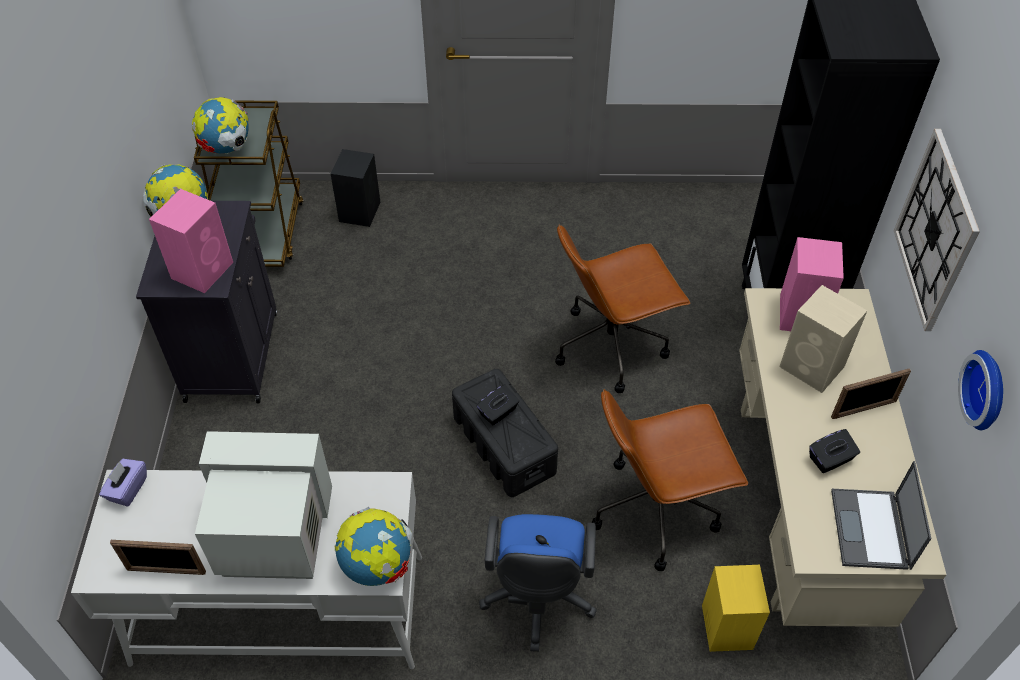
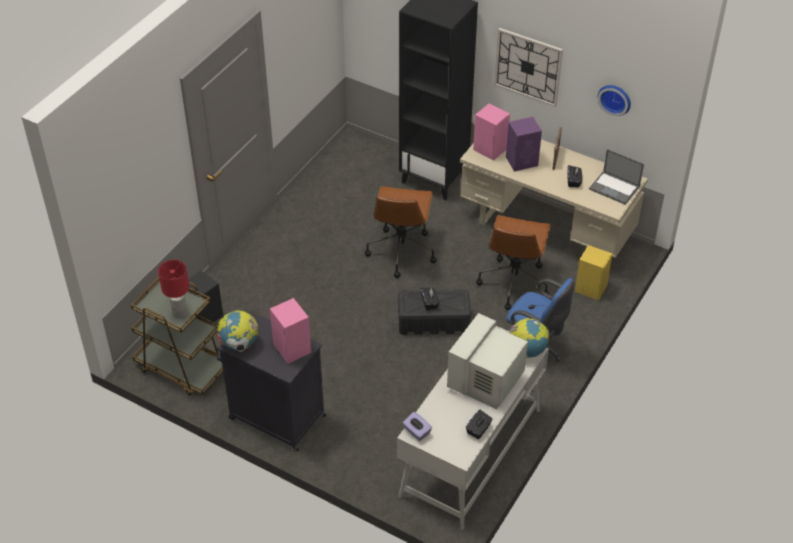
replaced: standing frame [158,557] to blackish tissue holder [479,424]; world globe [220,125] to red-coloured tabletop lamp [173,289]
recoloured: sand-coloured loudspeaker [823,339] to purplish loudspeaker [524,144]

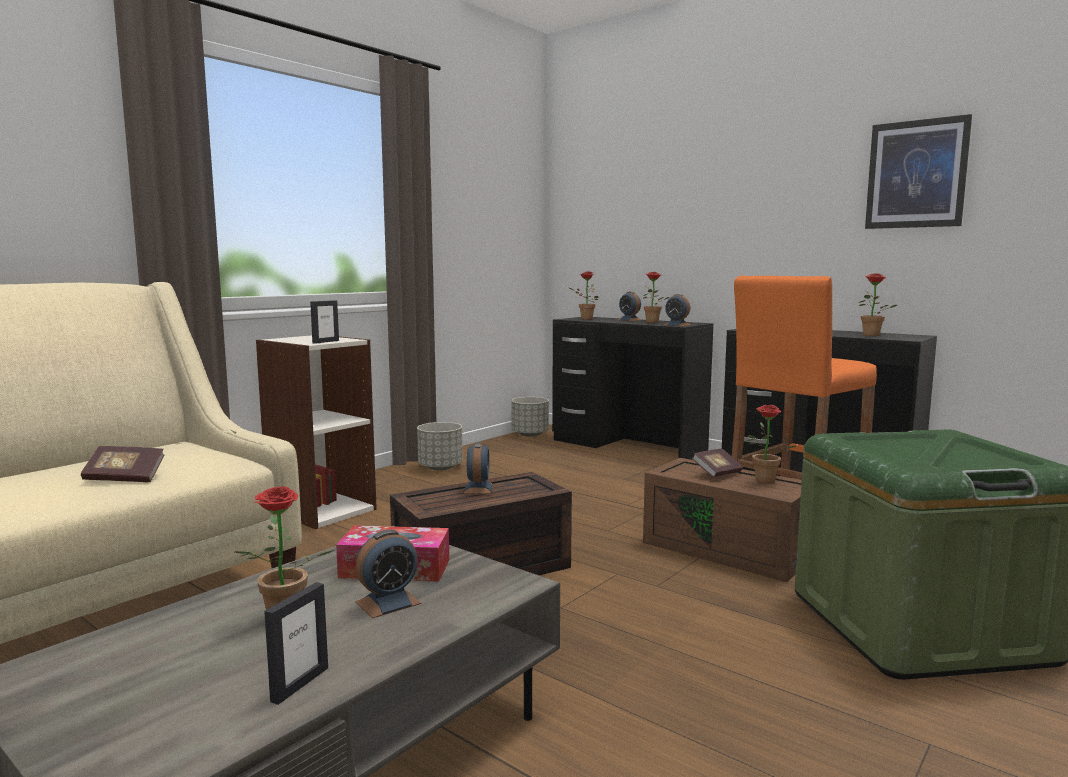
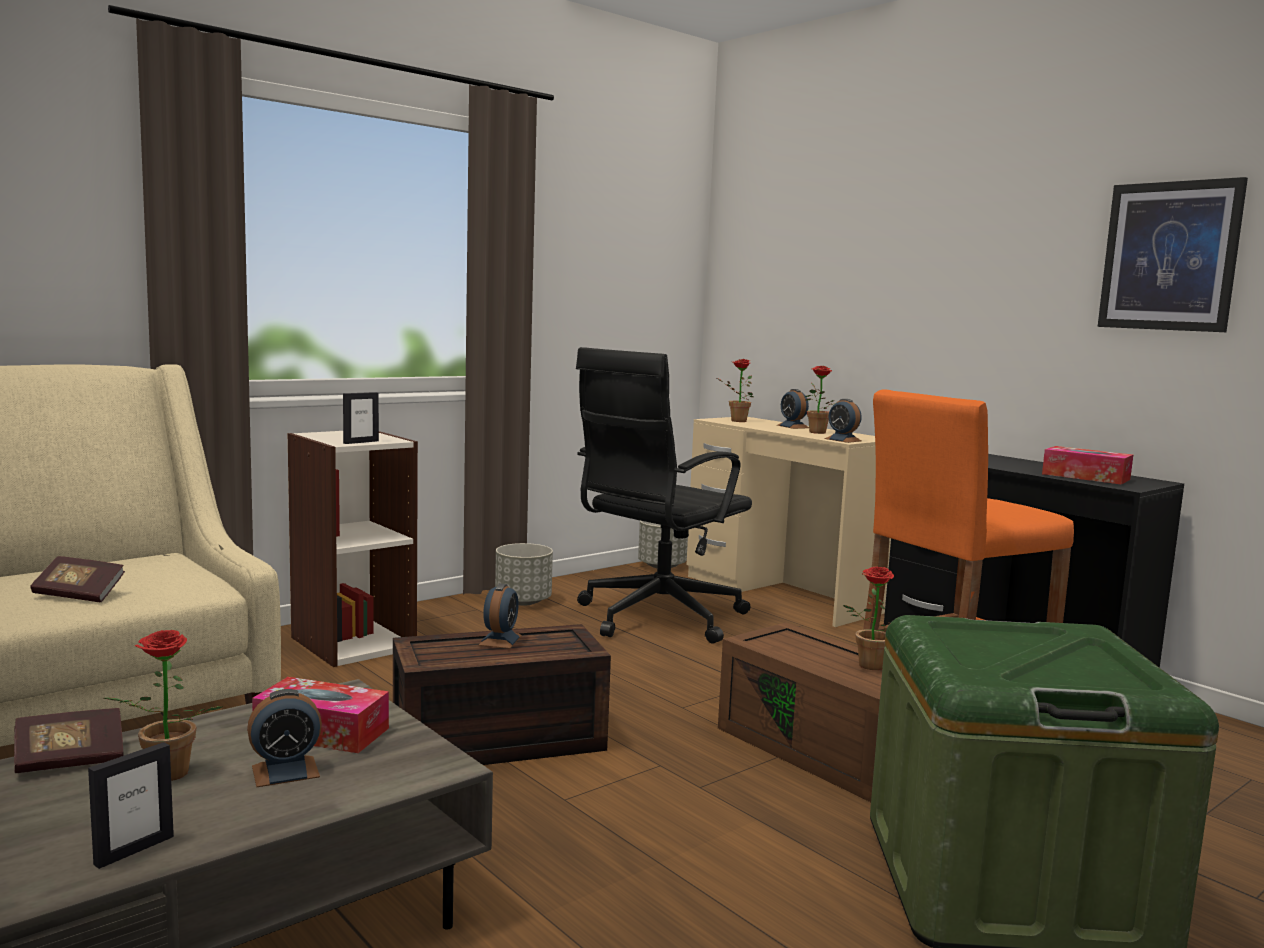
added: blackish desk chair [664,495]
moved: book [717,462] to [69,740]
replaced: potted plant [878,304] to tissue holder [1087,465]
recoloured: blackish desk [633,388] to sand-coloured desk [789,522]

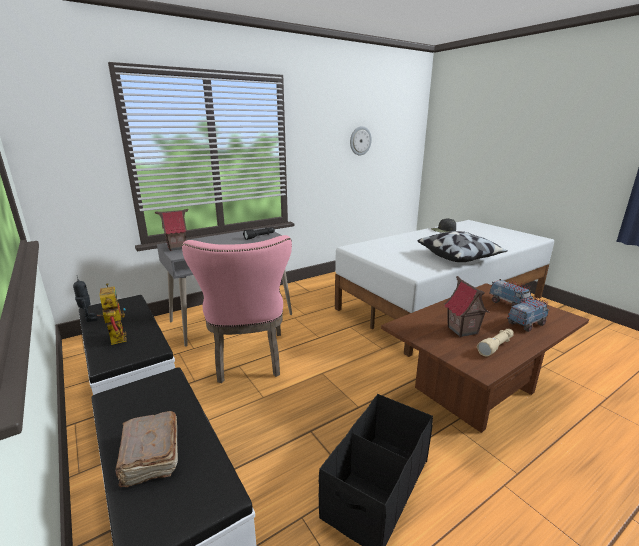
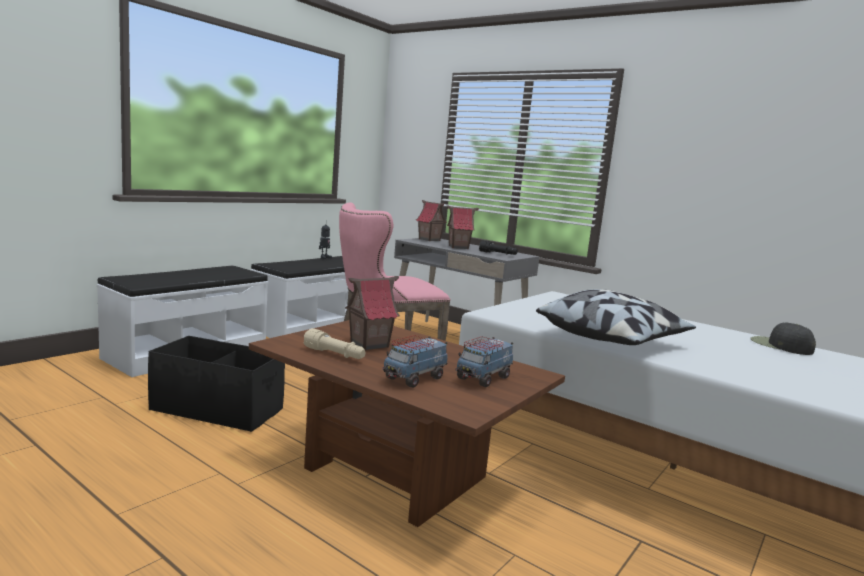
removed: model robot [111,314]; brown-coloured book [147,449]; clock on the wall [361,140]
added: miniature house [462,227]
turned: model truck [528,314] = [415,361] 90 degrees clockwise

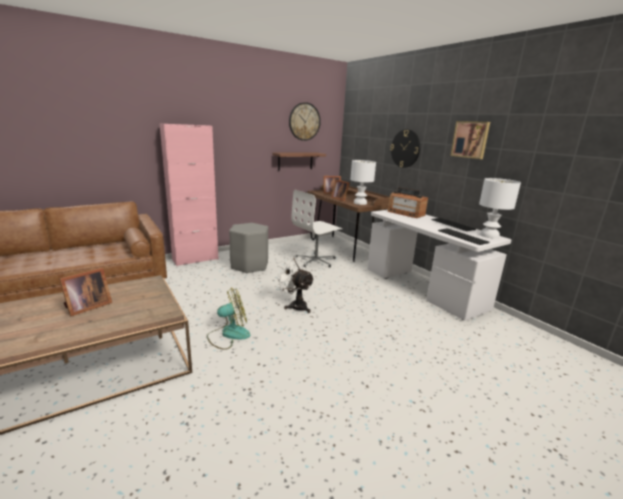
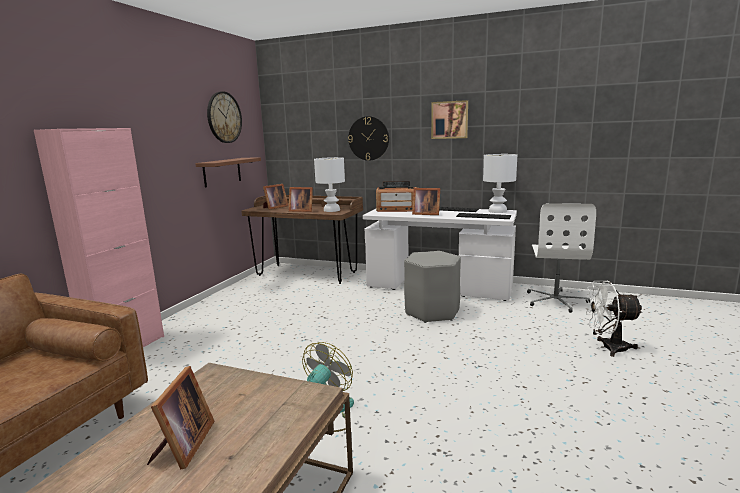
added: standing frame [426,201]
moved: grey sitting stool [248,248] to [432,287]; whitish fan [294,284] to [614,319]; whitish desk chair [317,229] to [561,258]

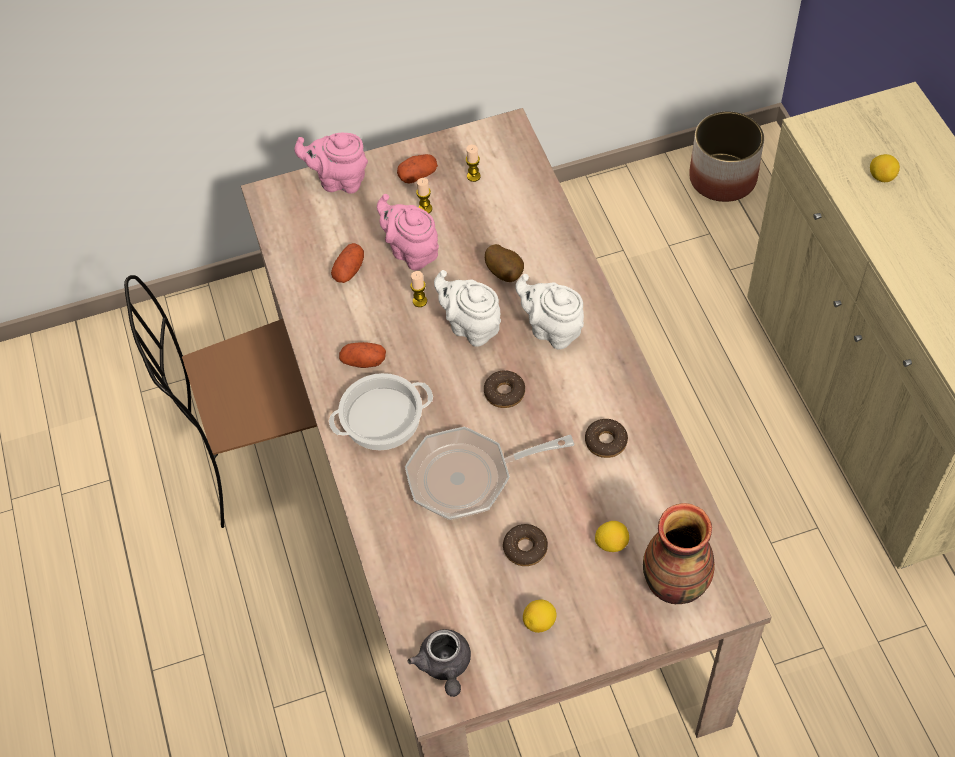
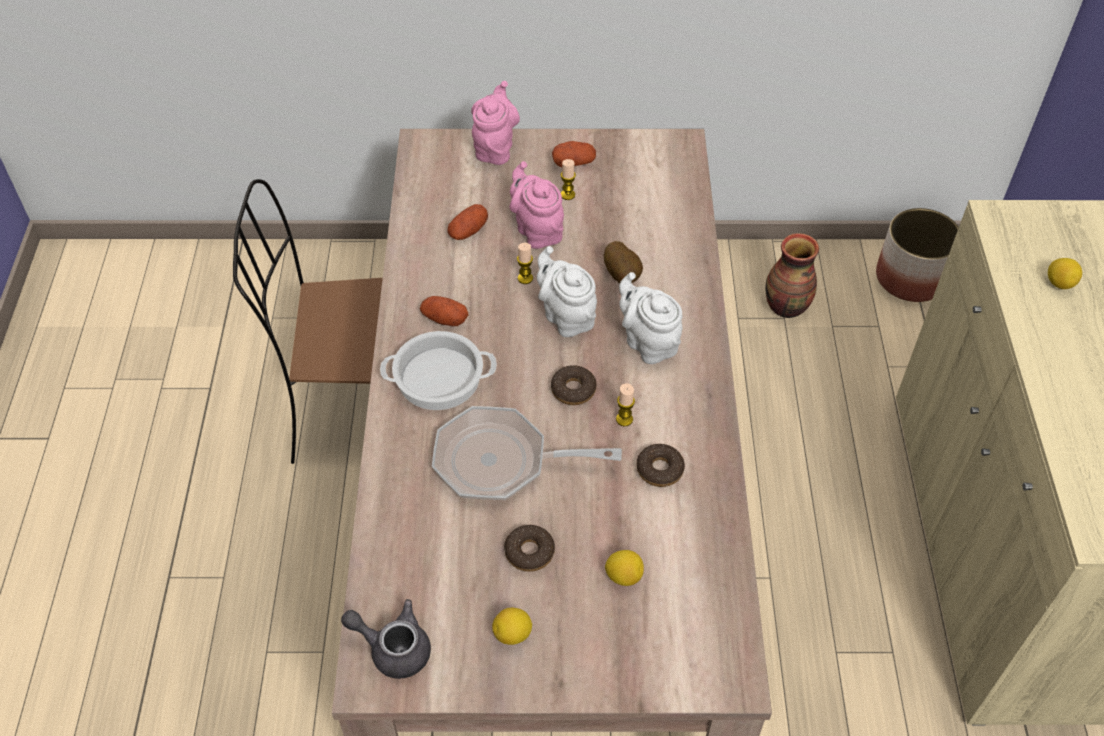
moved: candle [473,163] to [625,404]; vase [679,553] to [792,275]
turned: pink teapot [331,163] = [495,123] 75 degrees clockwise; grey teapot [439,663] = [386,639] 105 degrees clockwise

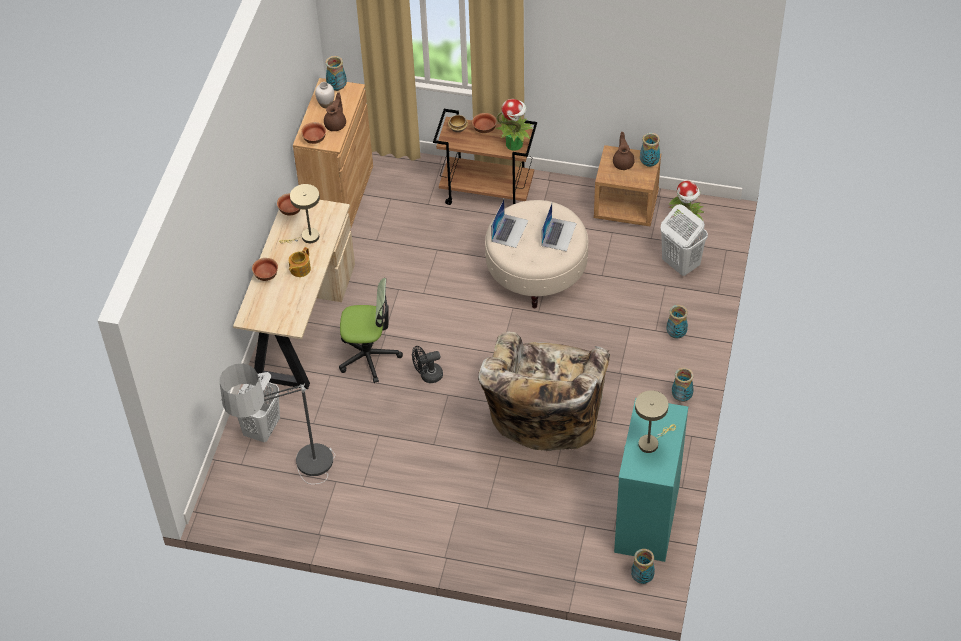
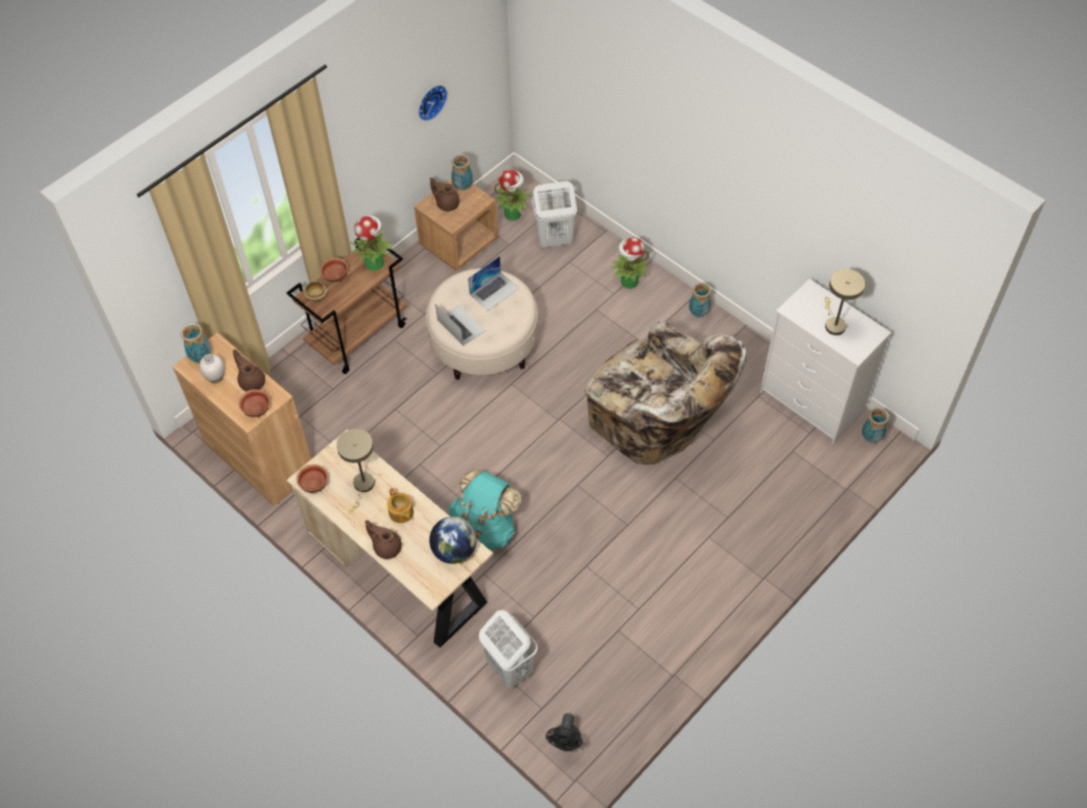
removed: standing lamp [277,424]
added: clock on the wall [432,103]; world globe [453,540]
moved: blackish fan [427,364] to [564,732]
replaced: serving bowl [265,269] to brown-coloured teapot [383,539]; desk chair [371,330] to turquoise rucksack [485,509]; vase [677,322] to potted plant [630,263]
recoloured: turquoise dresser [651,480] to whitish dresser [825,361]
turned: portable computer [559,227] = [493,283] 90 degrees clockwise

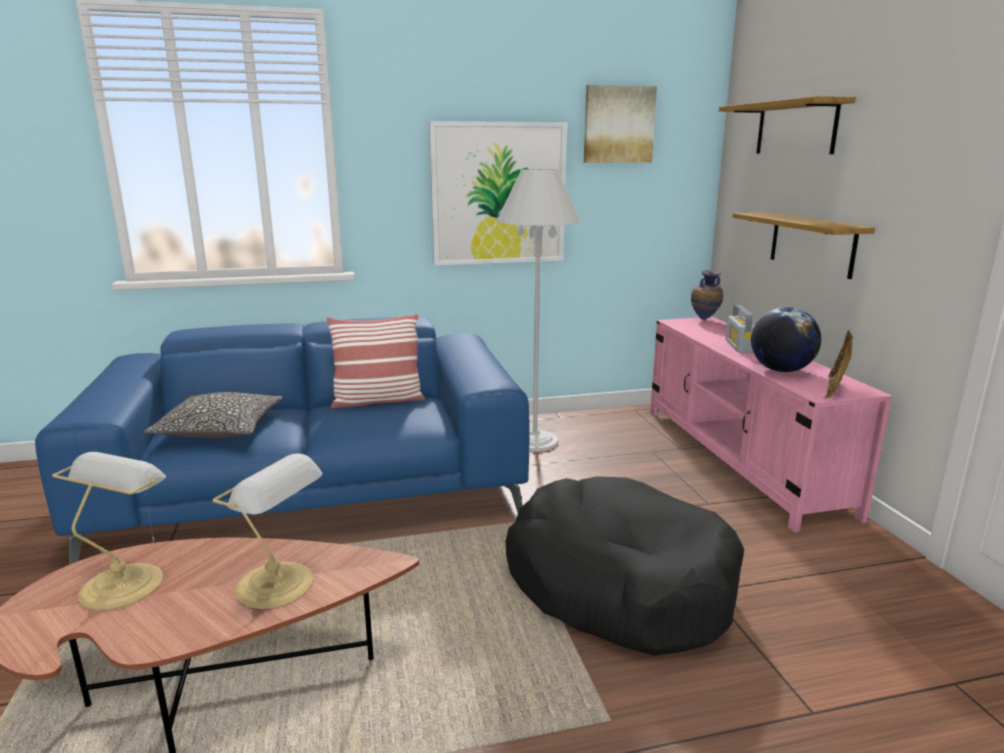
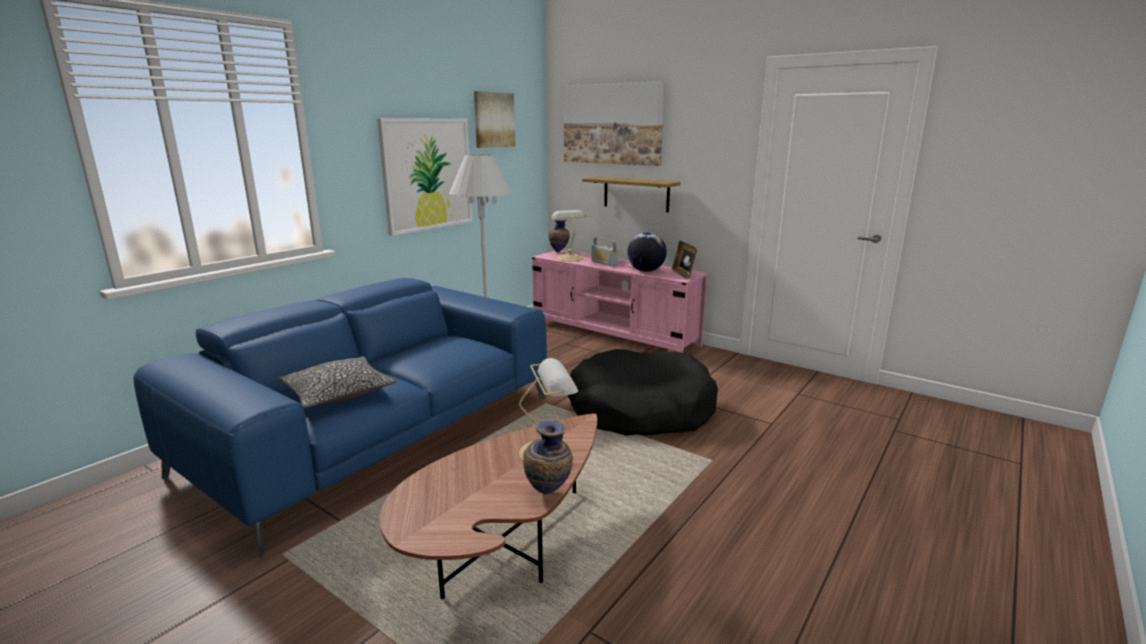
removed: cushion [376,361]
added: vase [548,456]
moved: tabletop lamp [109,531] to [570,235]
replaced: wall shelf [787,125] to picture [614,123]

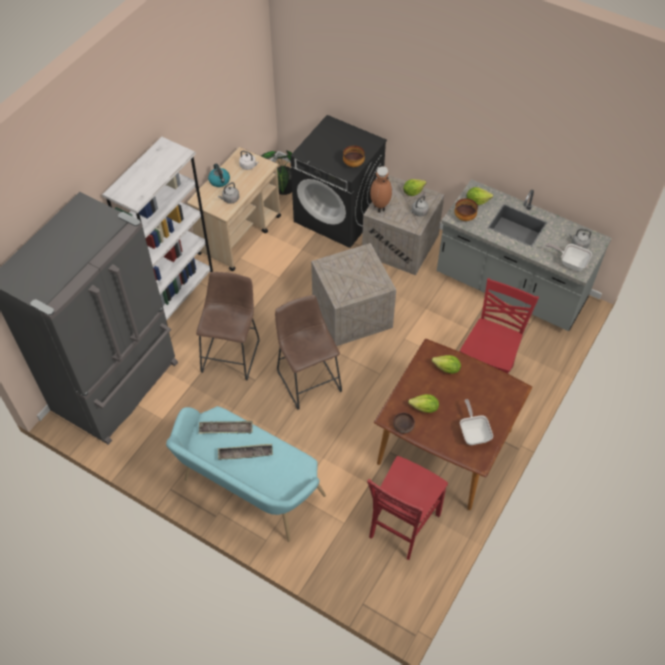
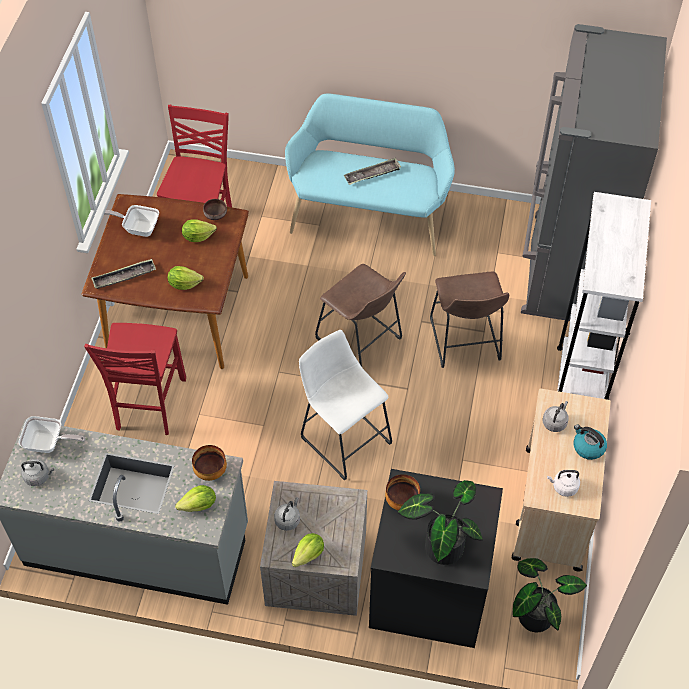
removed: brown-coloured vase [381,189]
added: potted plant [440,522]
moved: carrying tray [226,427] to [123,274]
replaced: packing crate [353,294] to whitish sitting stool [345,405]
turned: skillet [476,422] = [131,221] 135 degrees clockwise

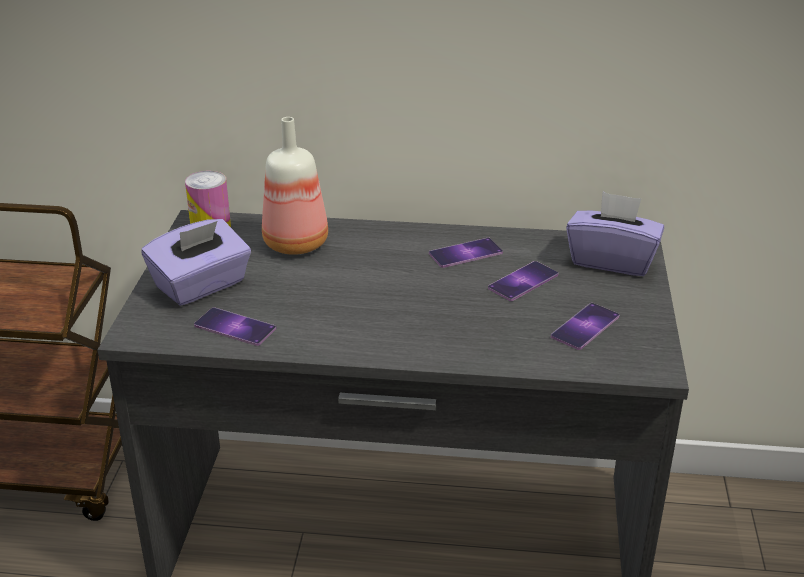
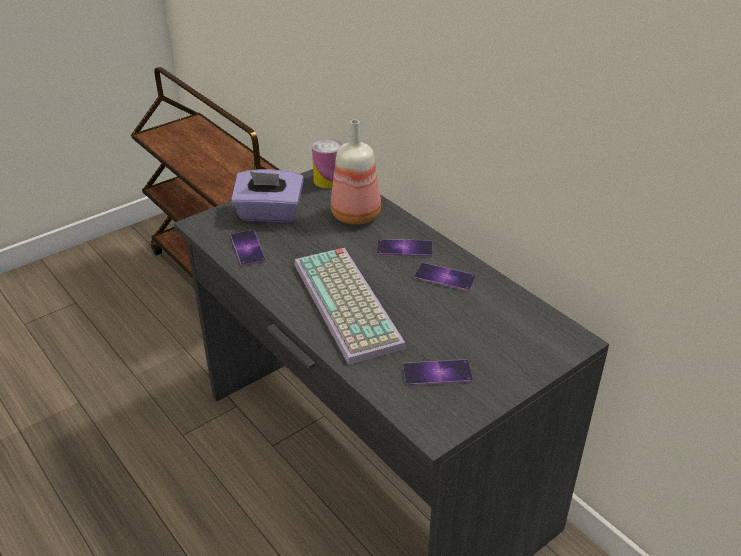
removed: purplish tissue holder [615,234]
added: keyboard [350,306]
moved: handset [523,281] to [405,247]

